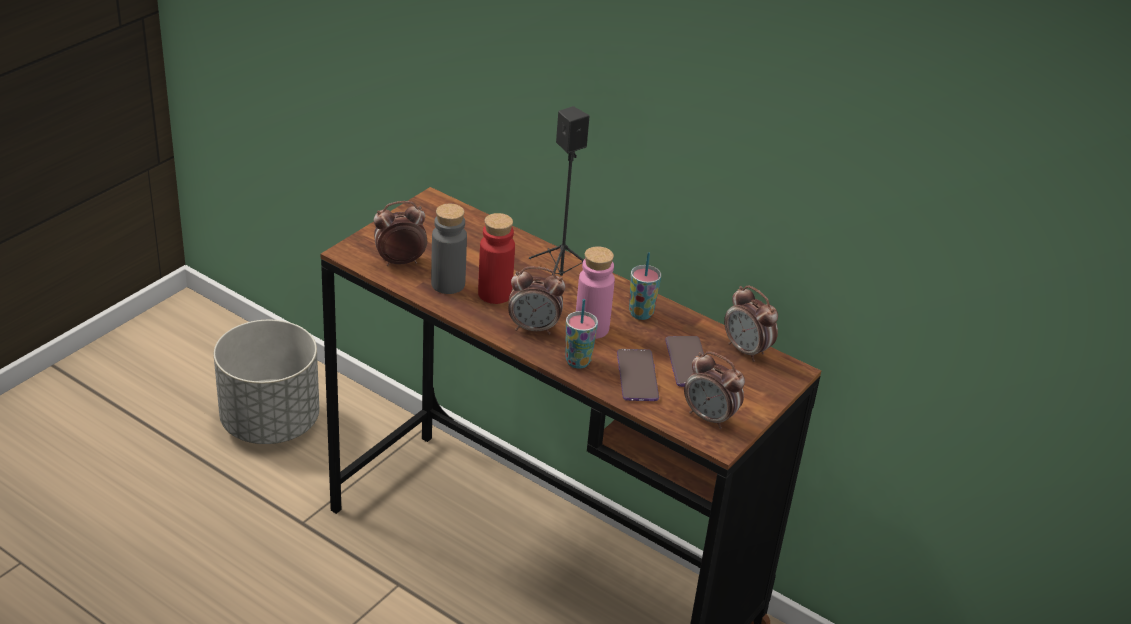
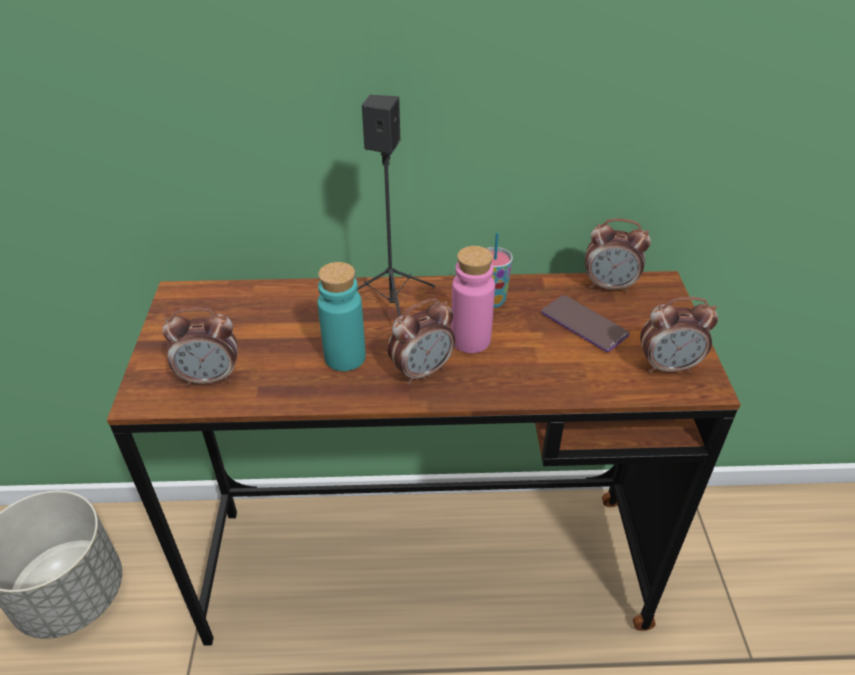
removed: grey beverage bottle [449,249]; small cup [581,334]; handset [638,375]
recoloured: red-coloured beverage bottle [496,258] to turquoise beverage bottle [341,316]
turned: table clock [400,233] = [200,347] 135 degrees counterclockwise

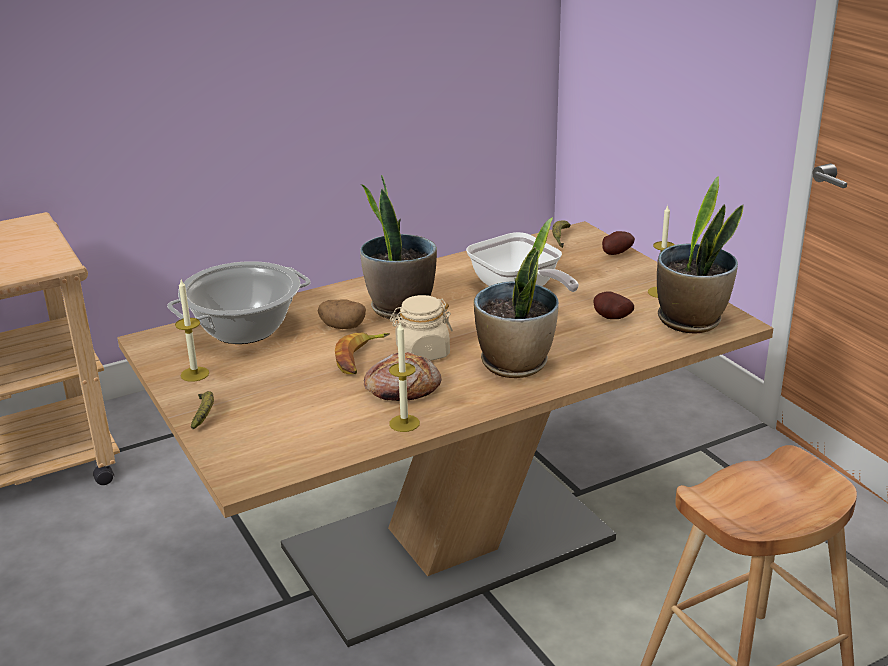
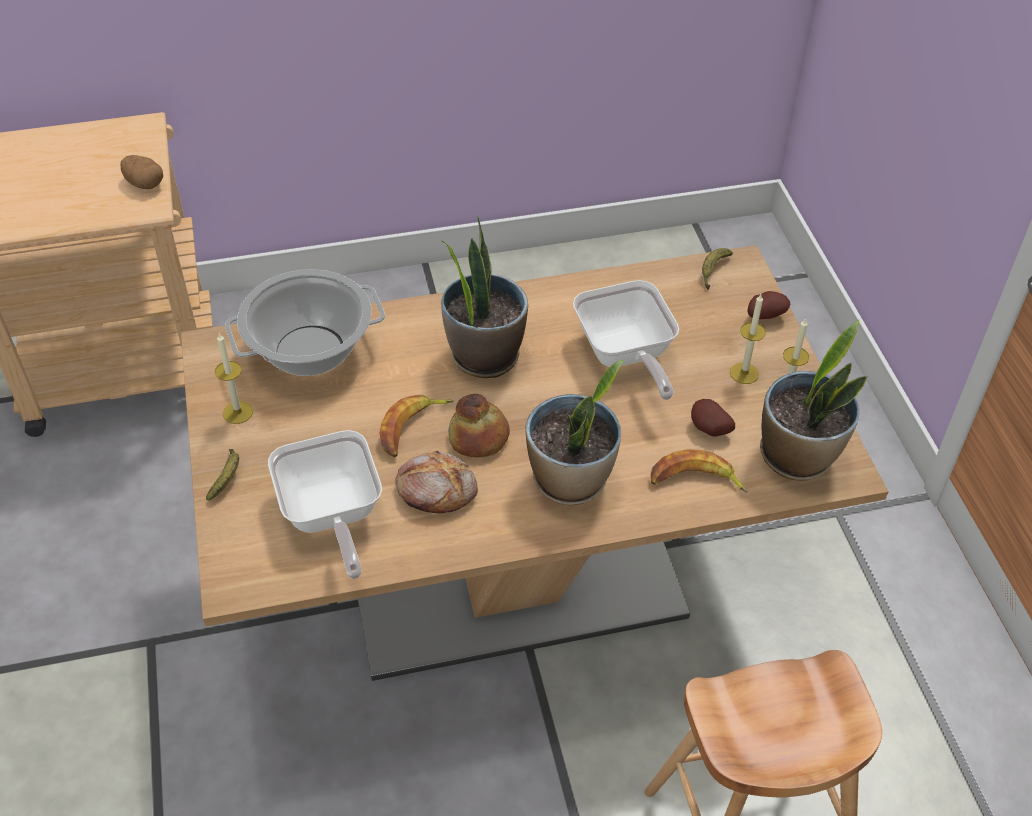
added: skillet [325,504]; banana [699,471]
moved: potato [342,314] to [141,172]; candle [404,377] to [748,339]
replaced: sand-coloured jar [421,328] to bakery bread [479,426]

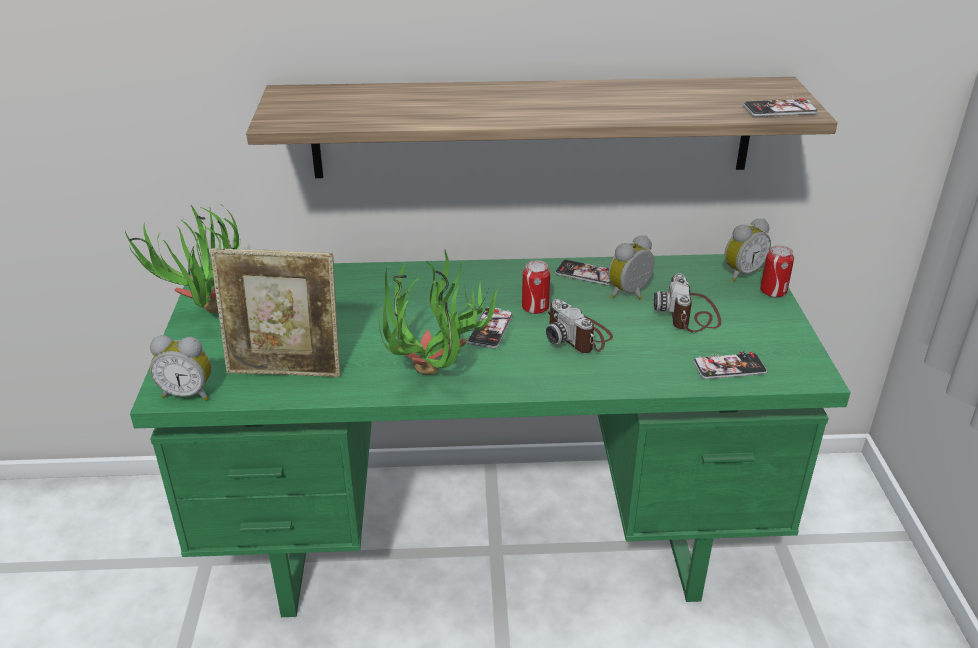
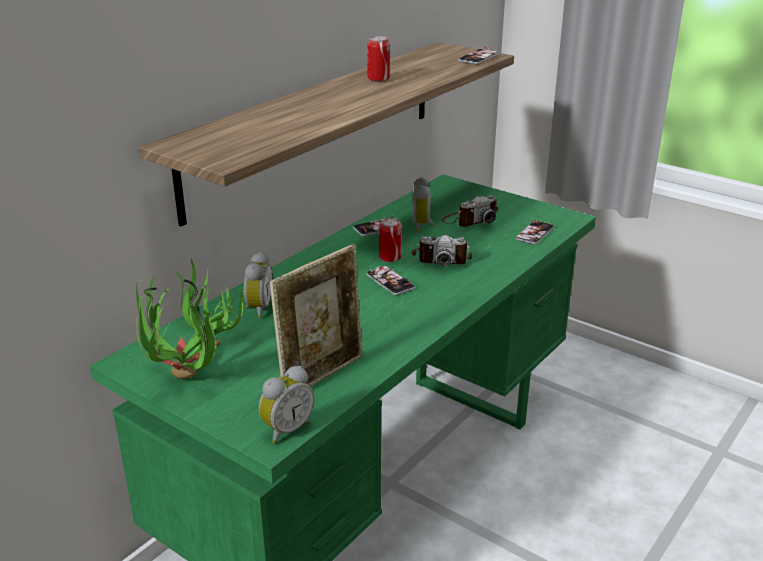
removed: potted plant [439,312]
moved: table clock [748,250] to [258,285]; metal can [777,271] to [378,59]
turned: photo camera [687,302] = [470,211] 75 degrees counterclockwise

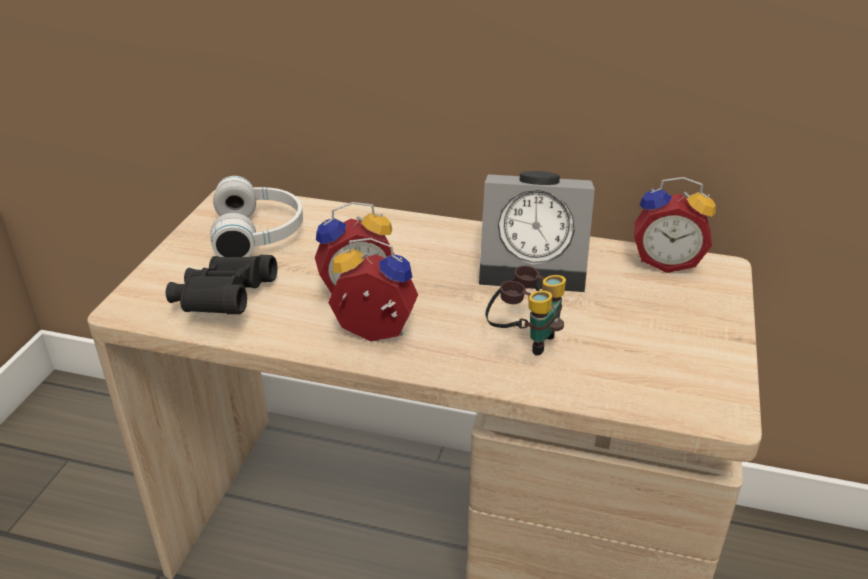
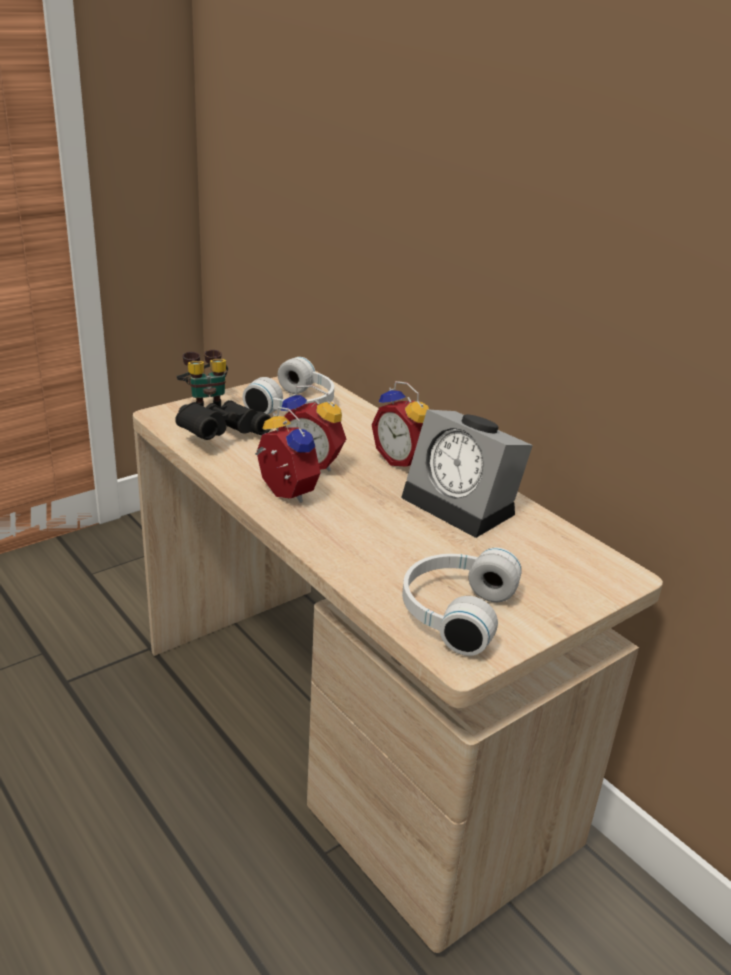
added: whitish pair of headphones [462,601]
moved: pair of binoculars [525,311] to [202,378]; table clock [675,225] to [400,424]

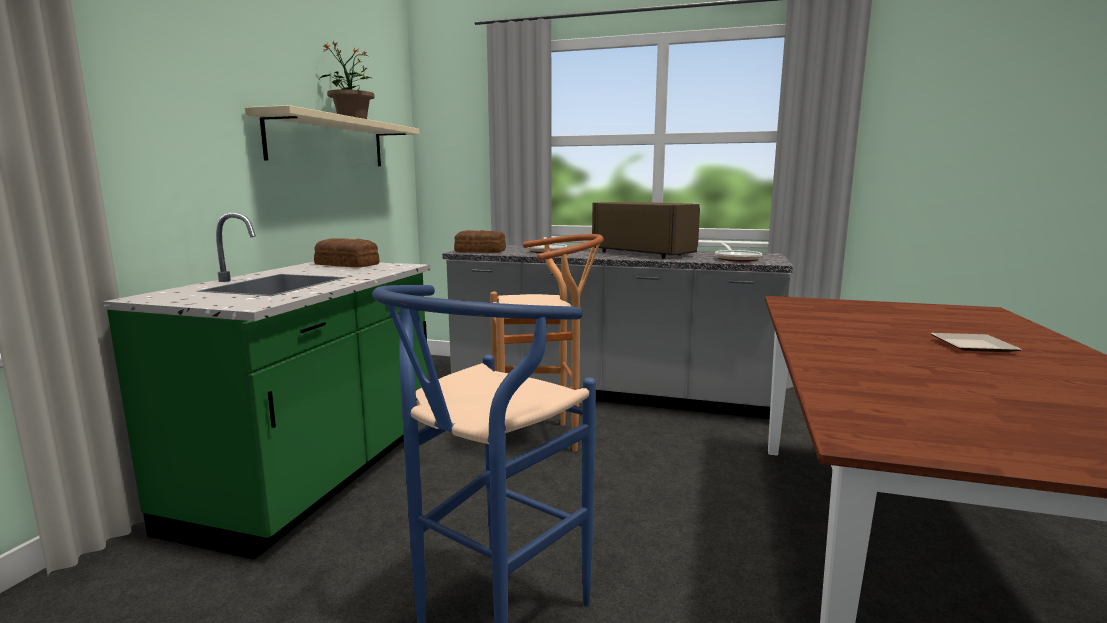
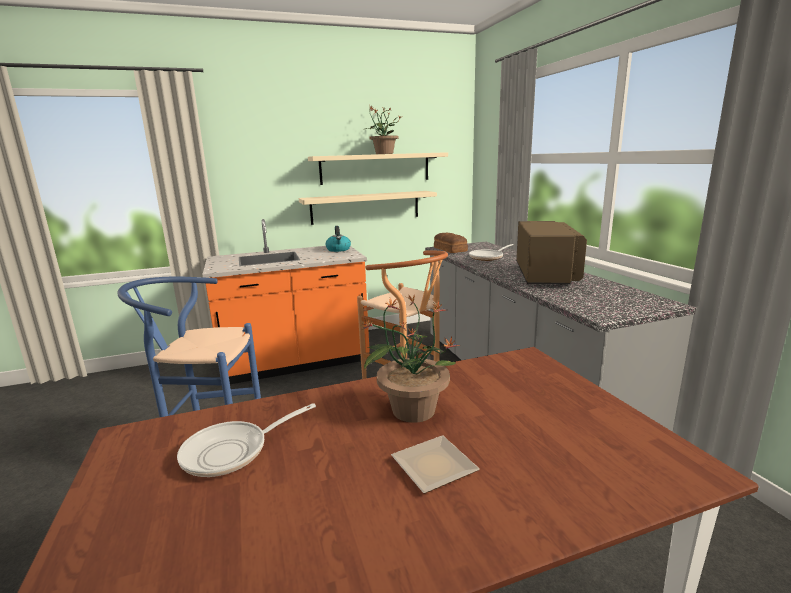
added: sand-coloured wall shelf [368,208]; potted plant [411,359]
moved: skillet [738,252] to [246,440]
replaced: bakery bread [347,253] to water kettle [338,239]
recoloured: green kitchen counter [267,386] to orangey kitchen counter [286,301]

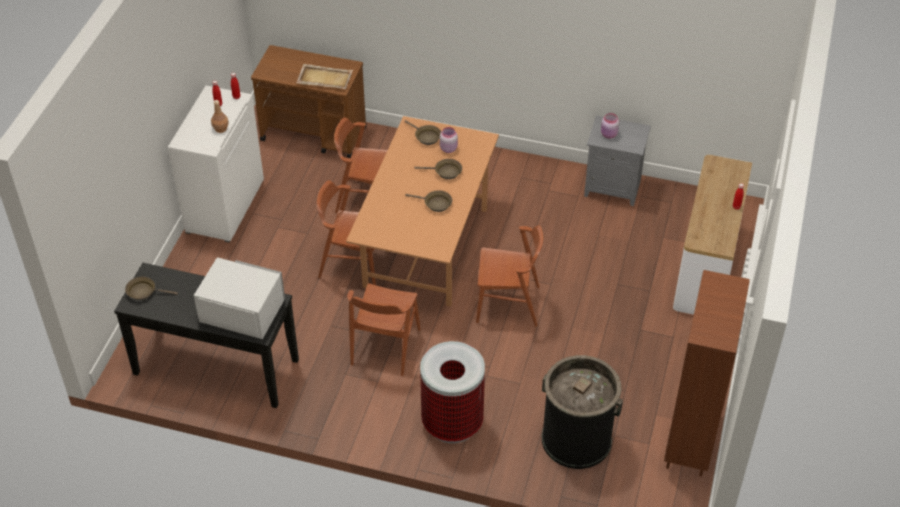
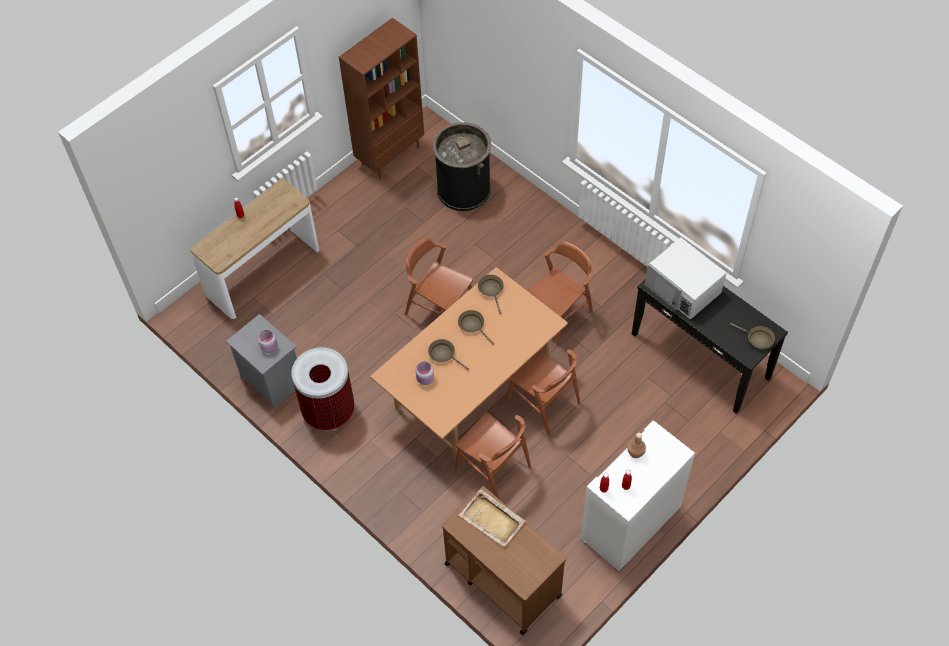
moved: brown-coloured skillet [423,132] to [491,294]; waste bin [452,392] to [323,388]

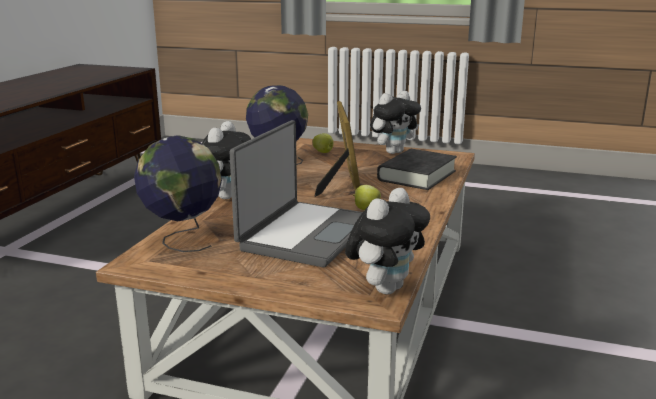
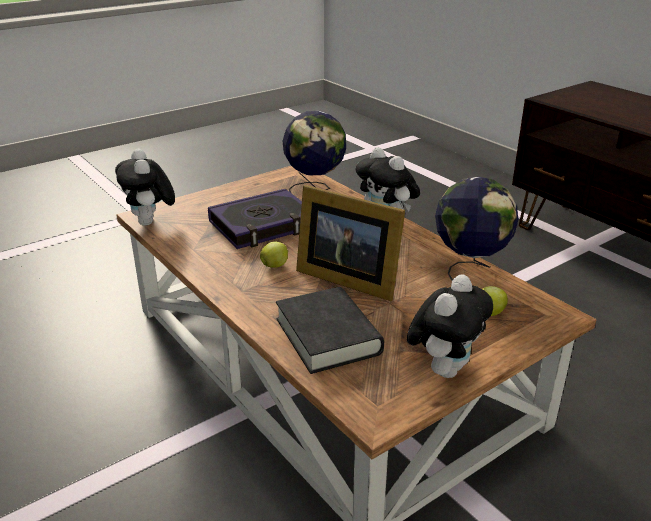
replaced: portable computer [296,193] to book [255,219]
turned: soft toy [395,122] = [450,326] 150 degrees counterclockwise

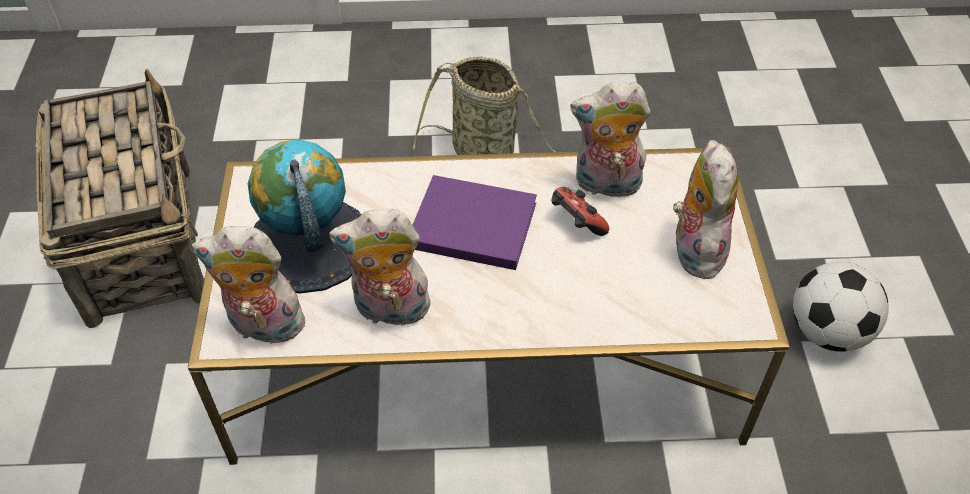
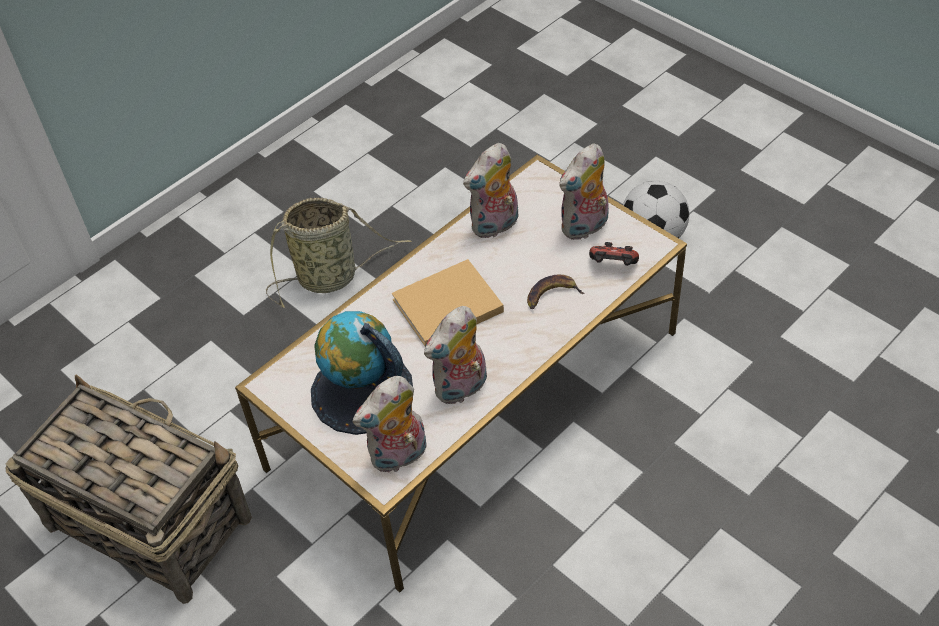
added: banana [556,292]
moved: joypad [580,211] to [614,254]
recoloured: purplish book [475,222] to sand-coloured book [448,302]
turned: soft toy [705,209] = [584,192] 90 degrees counterclockwise

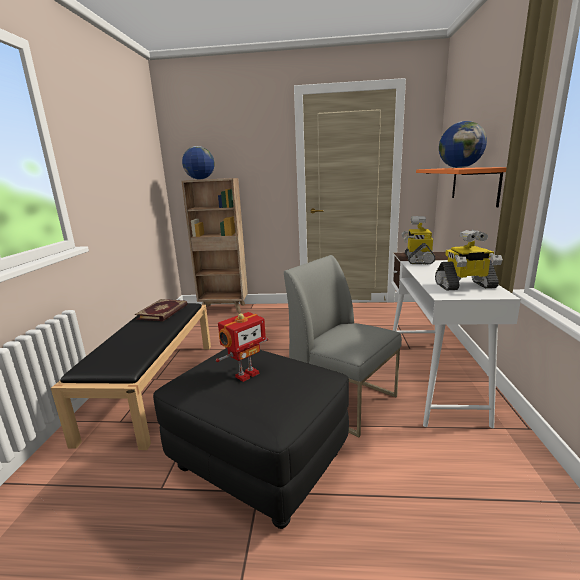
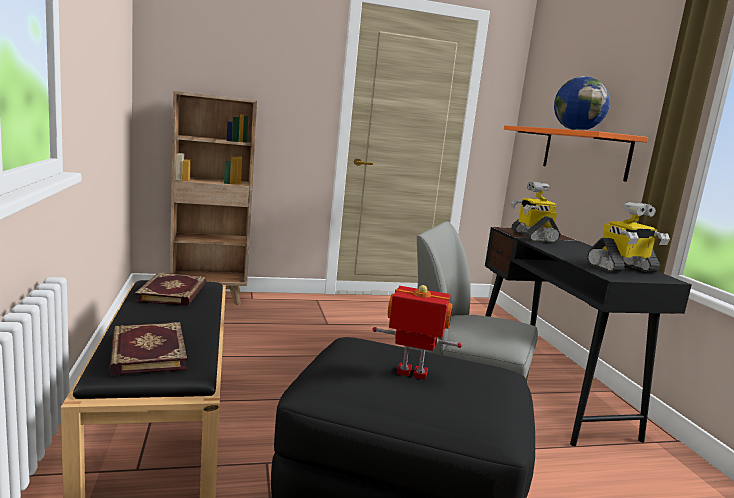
removed: world globe [198,163]
added: book [148,348]
recoloured: whitish desk [456,339] to blackish desk [588,336]
turned: model robot [242,347] = [417,332] 105 degrees counterclockwise

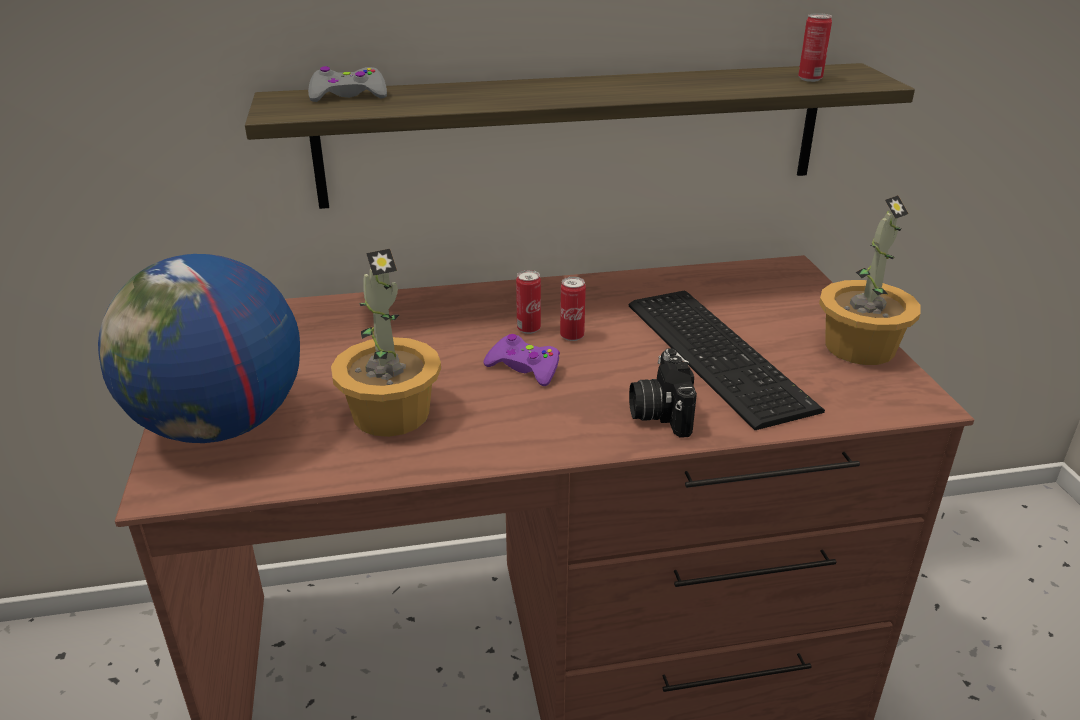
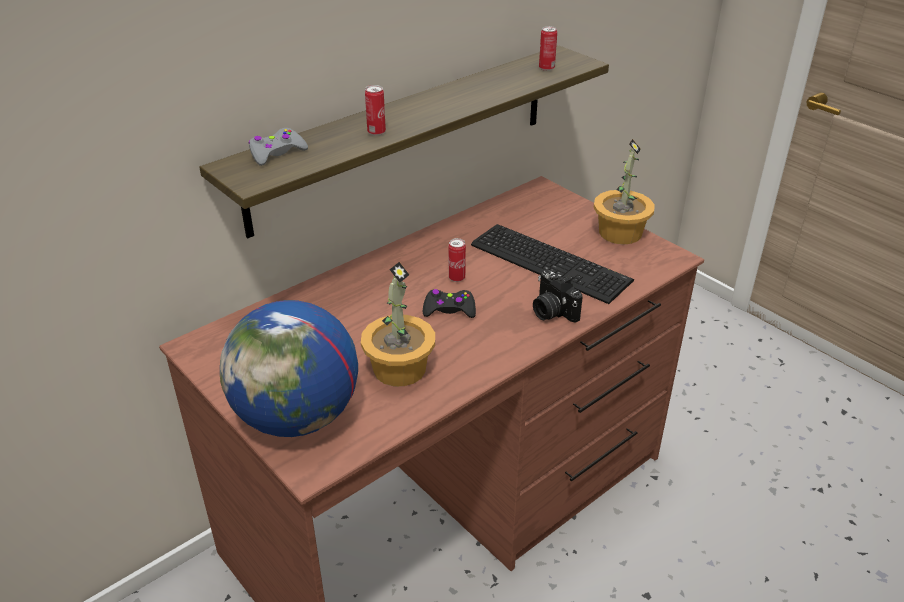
moved: metal can [528,302] to [375,110]
recoloured: purplish joypad [521,360] to blackish joypad [449,303]

